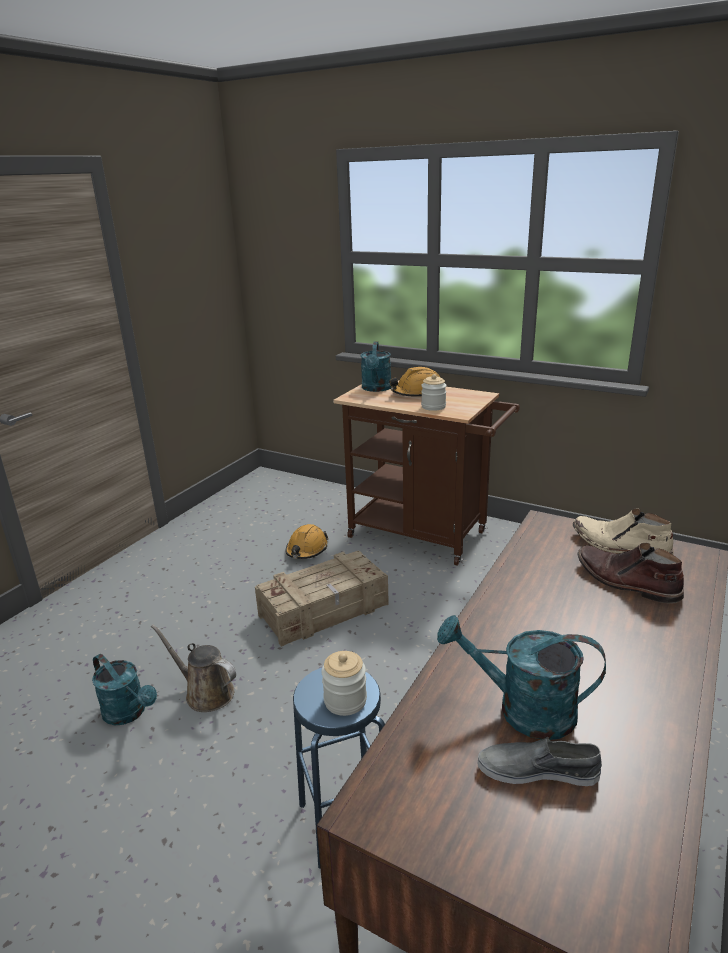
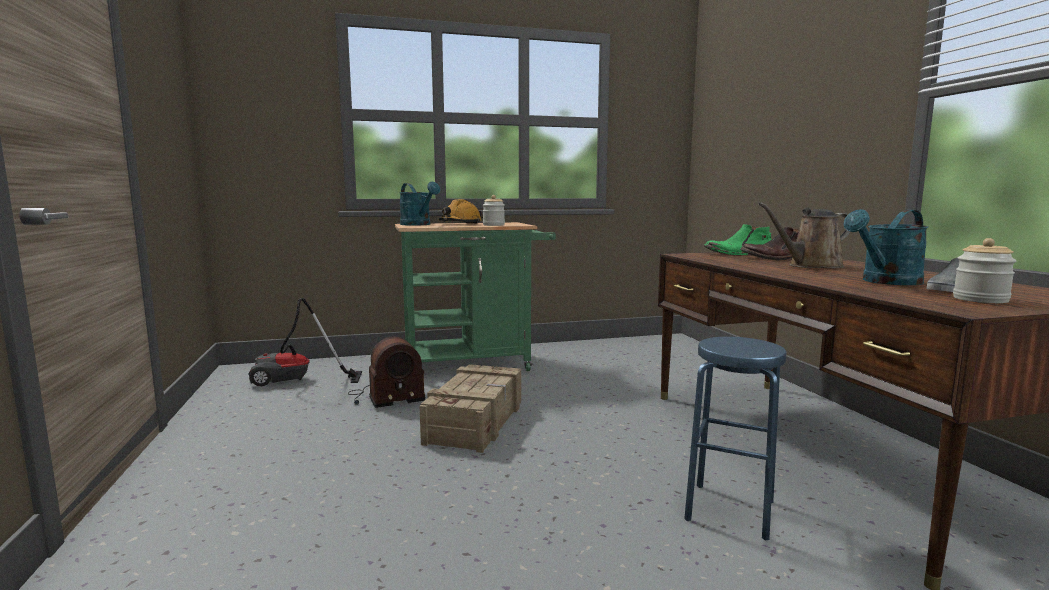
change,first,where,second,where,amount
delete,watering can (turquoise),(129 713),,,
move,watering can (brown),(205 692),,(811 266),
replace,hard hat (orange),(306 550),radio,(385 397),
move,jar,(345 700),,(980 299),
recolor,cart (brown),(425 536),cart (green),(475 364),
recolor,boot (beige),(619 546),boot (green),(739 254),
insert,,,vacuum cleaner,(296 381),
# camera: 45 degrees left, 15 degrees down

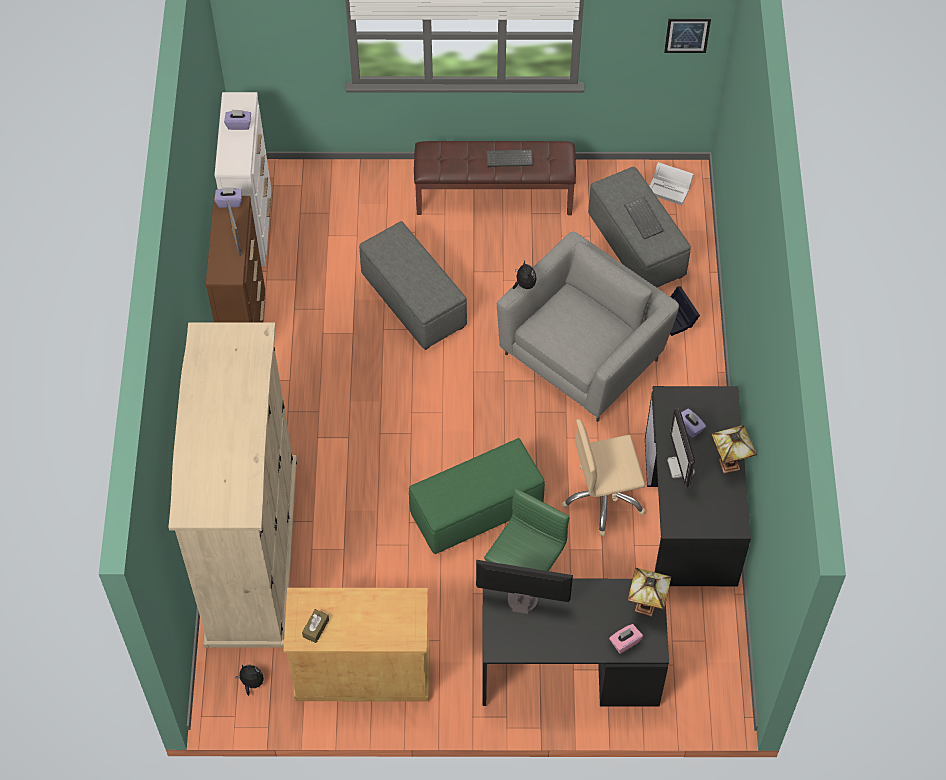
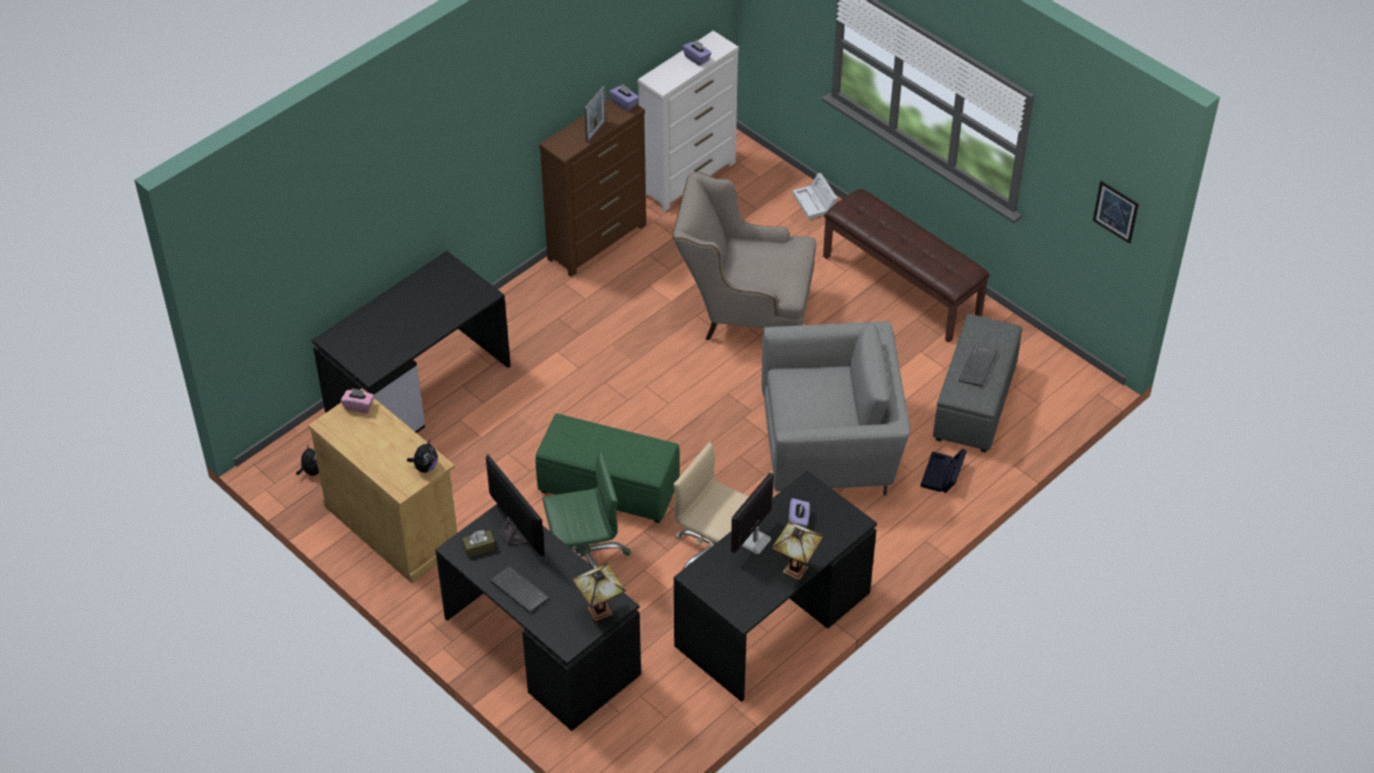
change,first,where,second,where,amount
replace,wardrobe (beige),(251 550),desk (black),(418 387),
move,tissue box (brown),(316 628),,(479 547),
replace,ottoman (grey),(413 300),armchair (beige),(744 312),
move,keyboard,(509 160),,(518 590),
move,plush toy,(524 284),,(425 467),
move,tissue box (pink),(625 642),,(359 406),
move,storage box (white),(670 188),,(815 203),
# camera: 45 degrees right, 10 degrees down

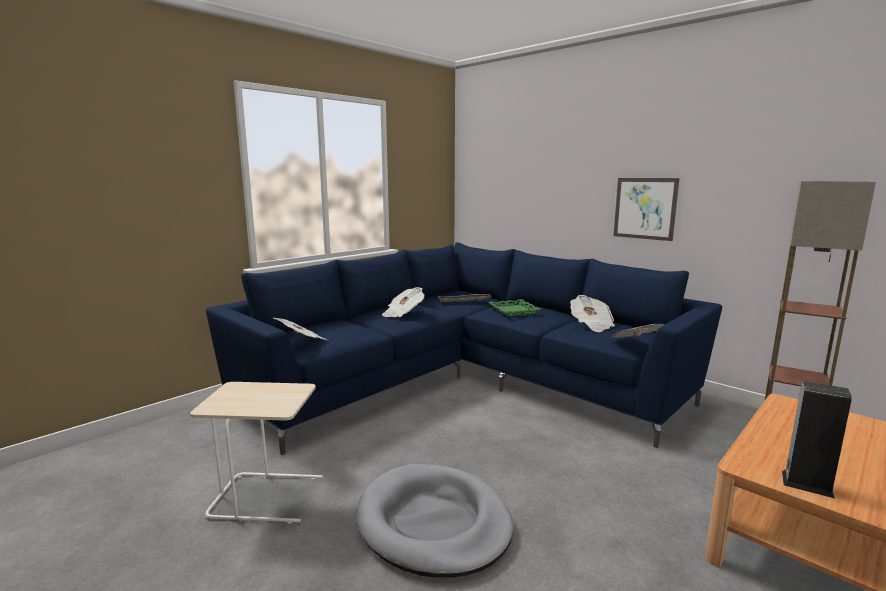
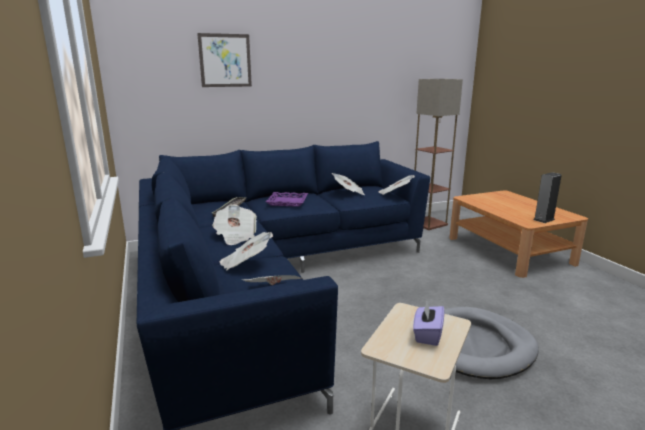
change,first,where,second,where,amount
recolor,tray (green),(514 311),tray (purple),(287 202),
move,picture,(645 208),,(225 60),
insert,,,newspaper,(245 264),
insert,,,tissue box (purple),(427 335),
# camera: 65 degrees left, 5 degrees up

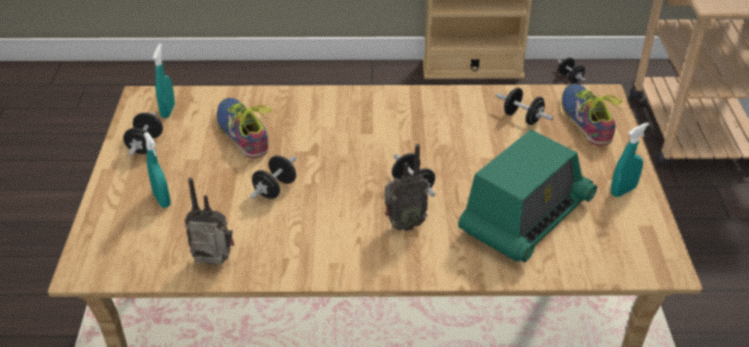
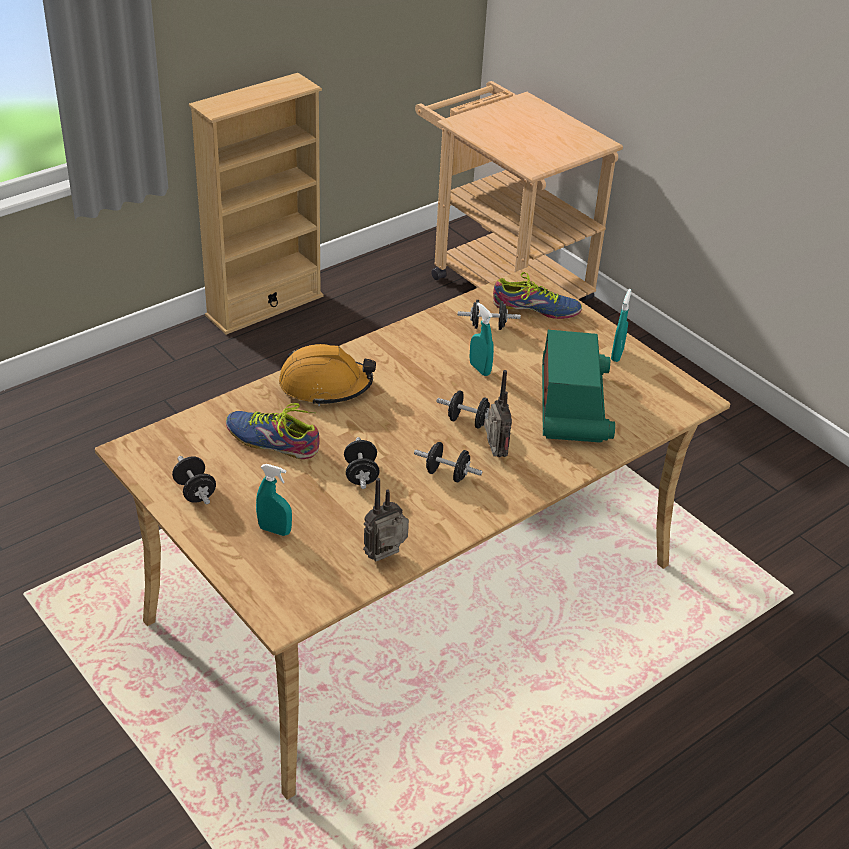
change,first,where,second,where,amount
move,spray bottle (turquoise),(168 111),,(479 369),
rotate,radio,(403 225),,(494 454),45 degrees counterclockwise
move,dumbbell (black),(570 78),,(447 474),
rotate,shoe,(585 120),,(535 308),150 degrees clockwise
insert,,,hard hat (orange),(325 385),
# camera: 40 degrees left, 0 degrees up

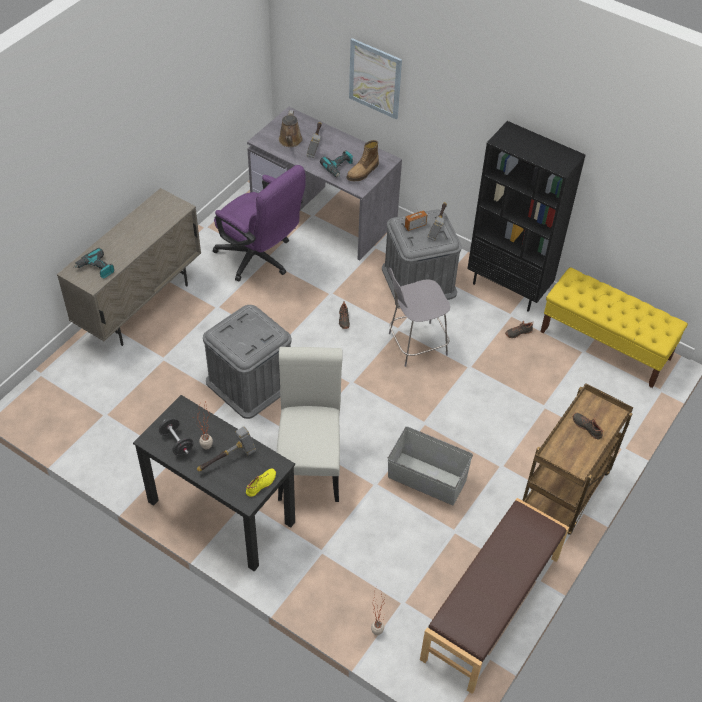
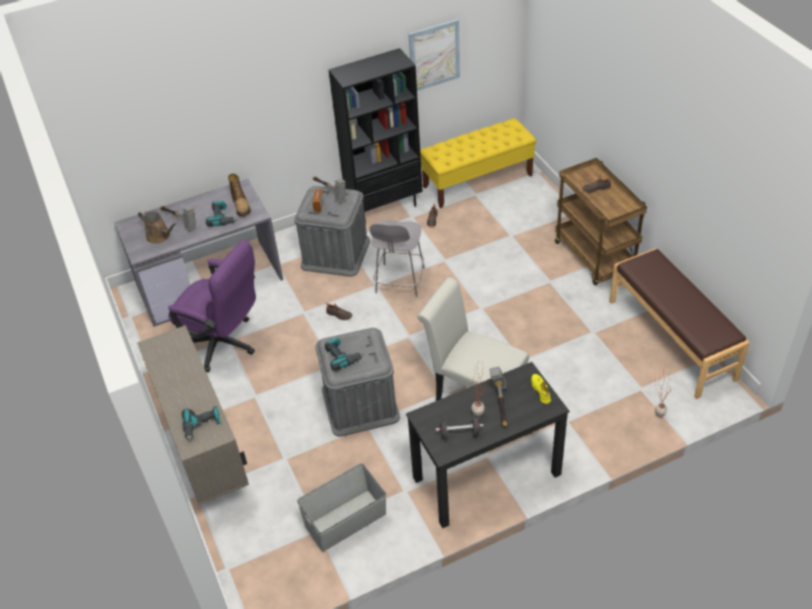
change,first,where,second,where,amount
rotate,office chair (purple),(260 259),,(224 344),45 degrees clockwise
move,picture,(375 78),,(434 55),
move,storage box (grey),(427 479),,(346 520),
insert,,,power drill,(342 357),
# camera: 55 degrees left, 5 degrees down

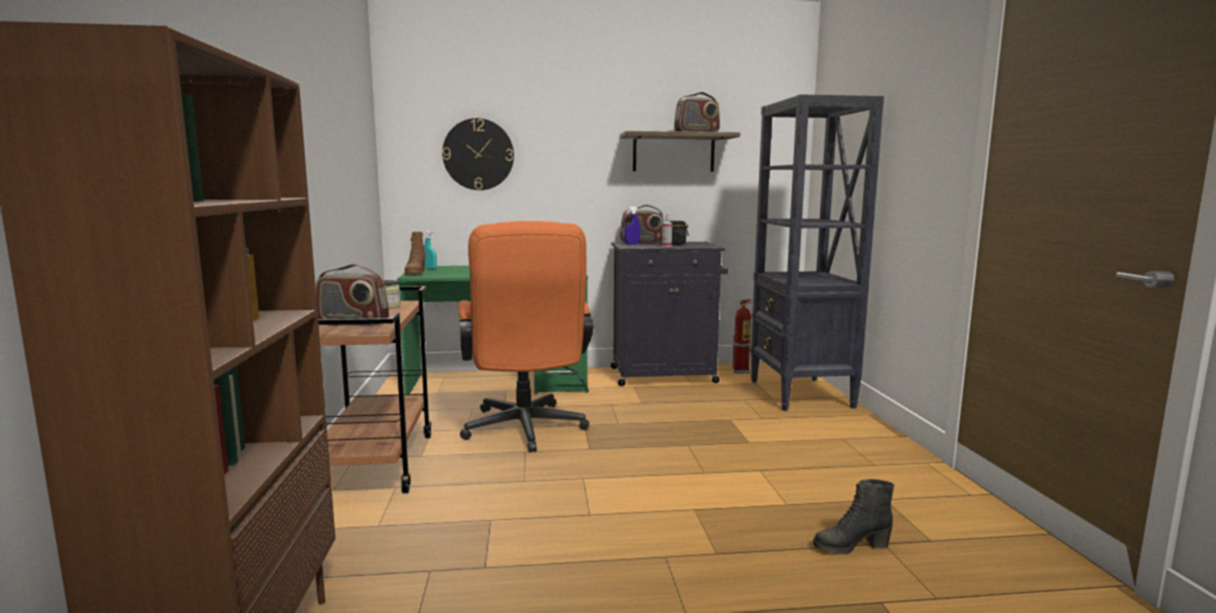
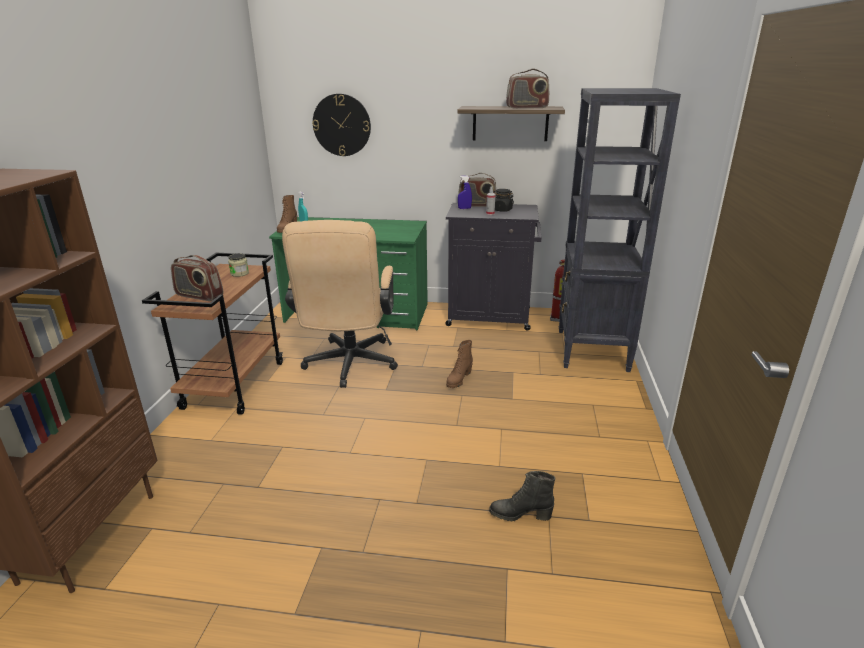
change,first,where,second,where,amount
recolor,office chair (orange),(525 432),office chair (beige),(349 366),
insert,,,boot (brown),(458 380),
# camera: 15 degrees right, 15 degrees up

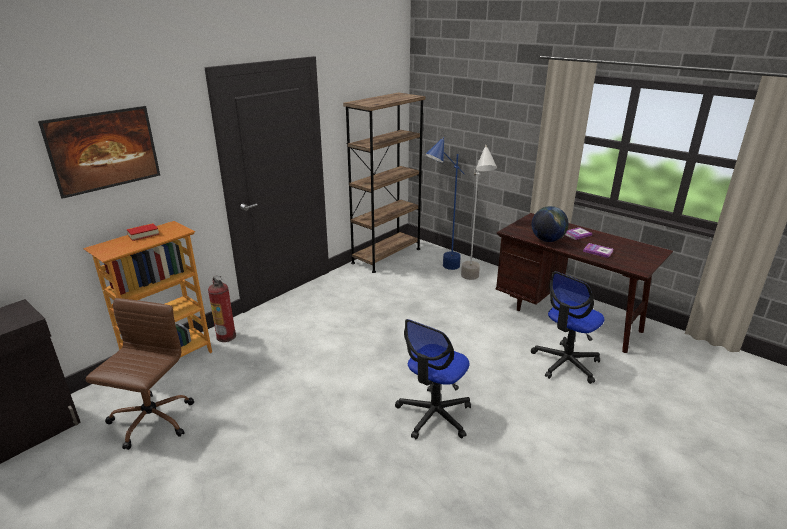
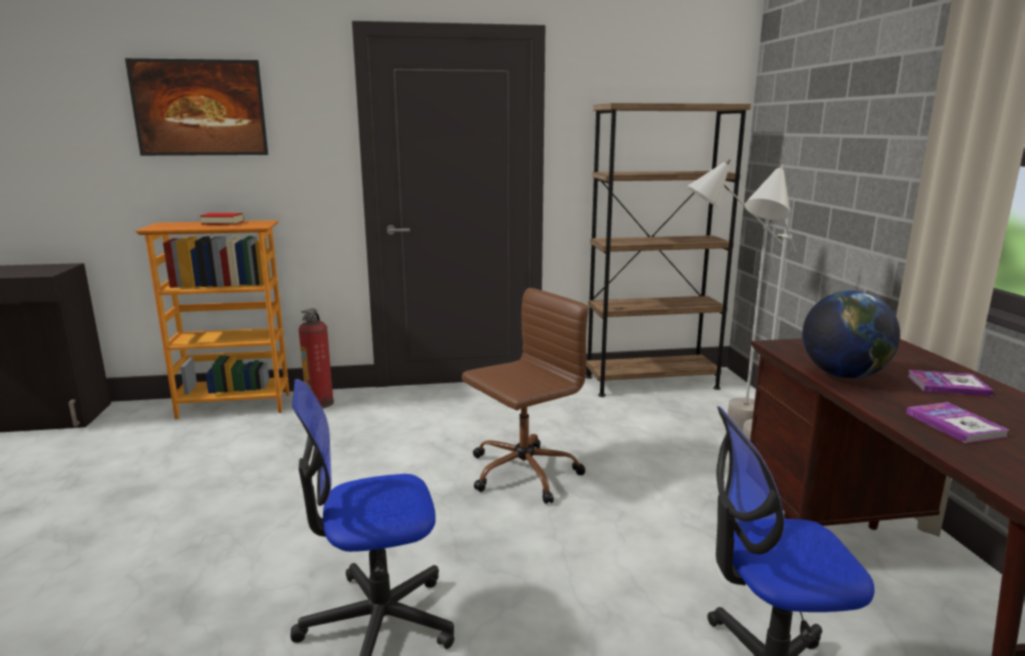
change,first,where,second,where,amount
move,office chair (brown),(151 421),,(522 473),
recolor,floor lamp (blue),(441 270),floor lamp (grey),(716 426),
# camera: 40 degrees right, 10 degrees down

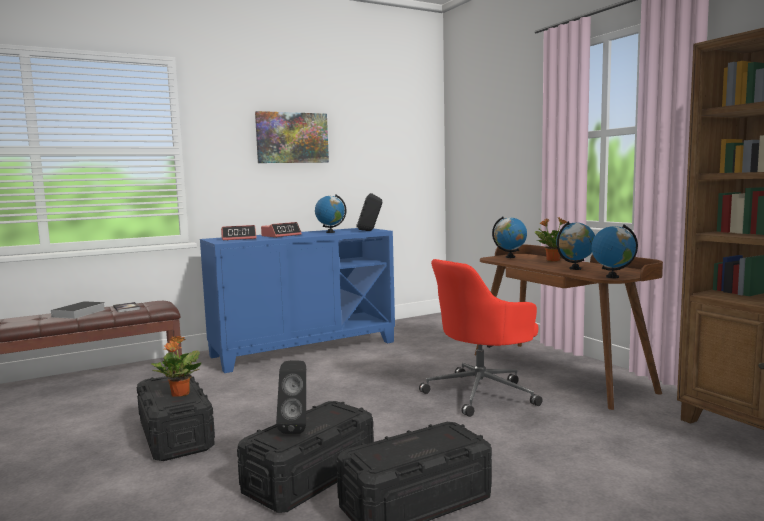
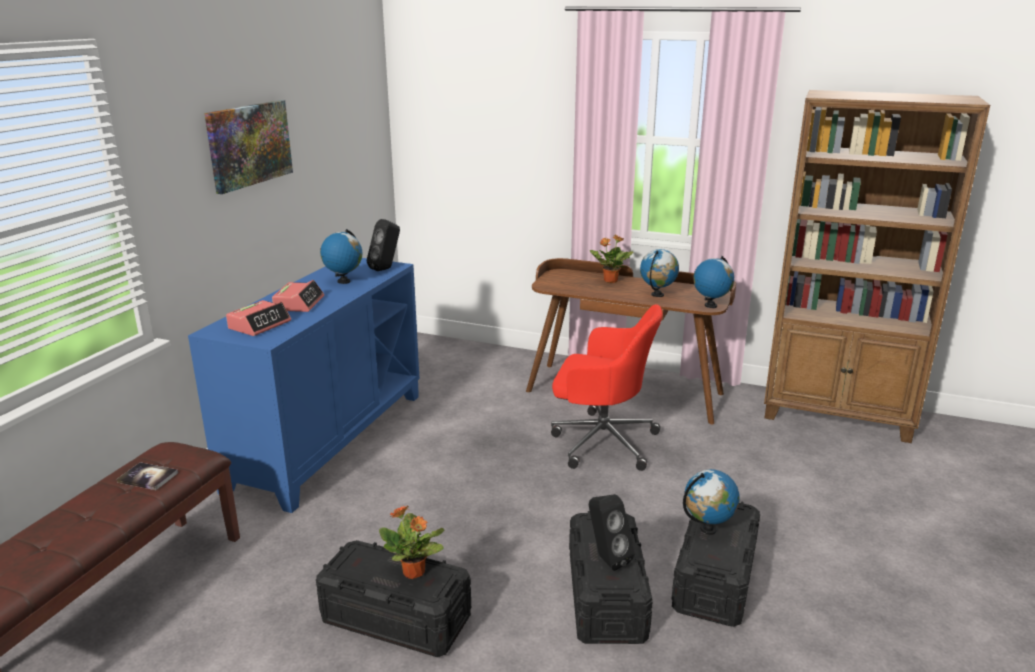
change,first,where,second,where,amount
delete,book,(78 313),,,
rotate,office chair (red),(482 393),,(601 441),90 degrees counterclockwise
move,globe,(510 257),,(708 529),
# camera: 40 degrees left, 15 degrees up

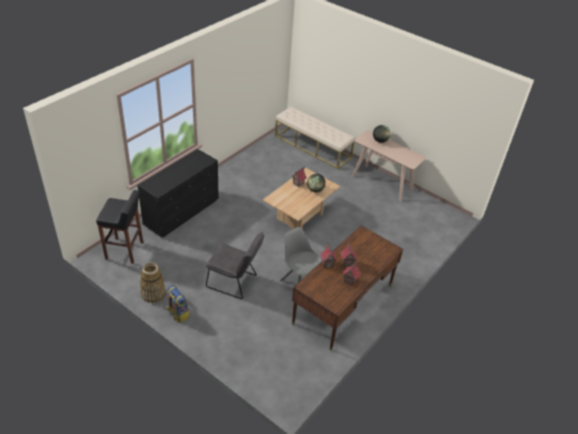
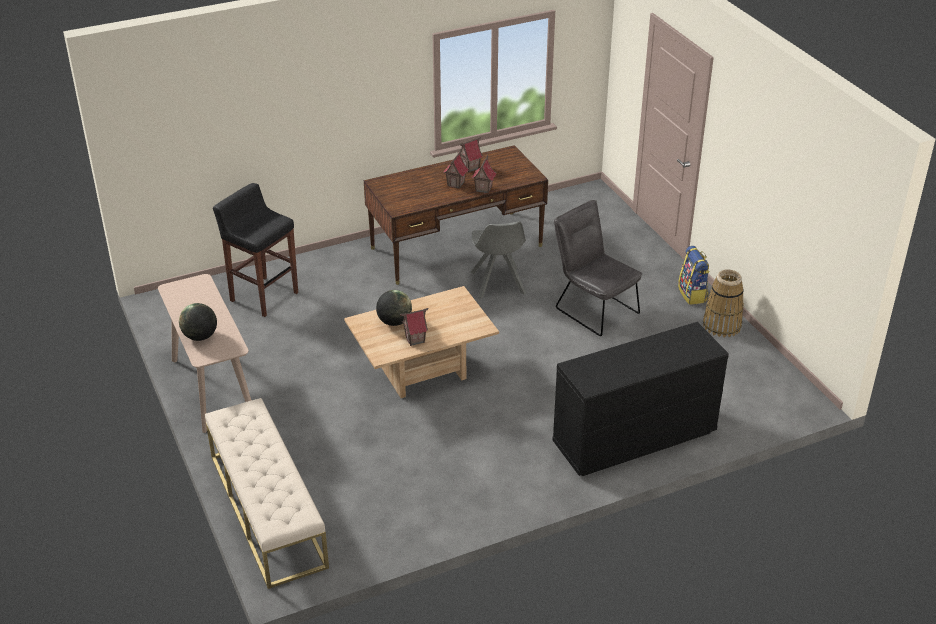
change,first,where,second,where,amount
move,stool (black),(125 251),,(263 296),
# camera: 150 degrees left, 5 degrees down

